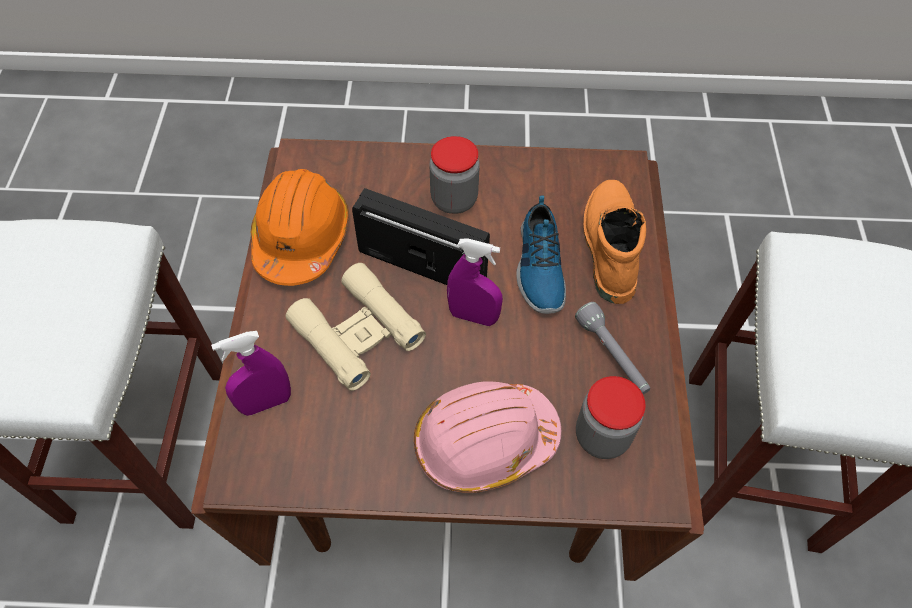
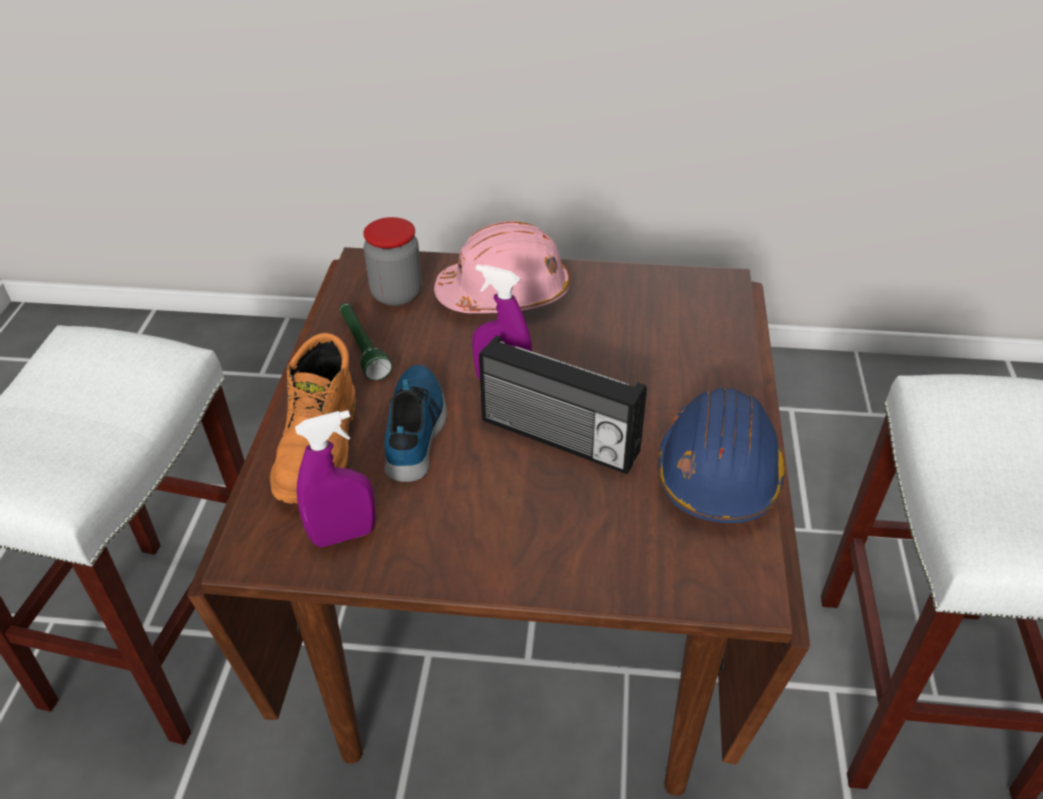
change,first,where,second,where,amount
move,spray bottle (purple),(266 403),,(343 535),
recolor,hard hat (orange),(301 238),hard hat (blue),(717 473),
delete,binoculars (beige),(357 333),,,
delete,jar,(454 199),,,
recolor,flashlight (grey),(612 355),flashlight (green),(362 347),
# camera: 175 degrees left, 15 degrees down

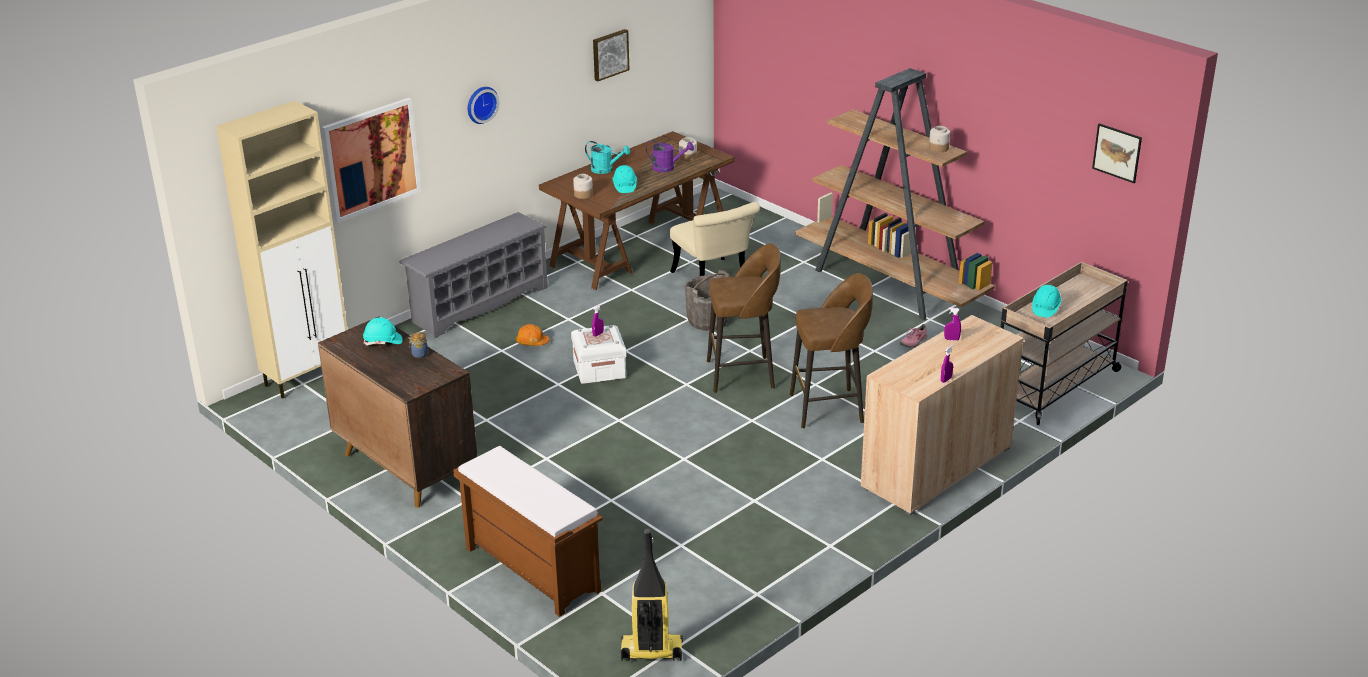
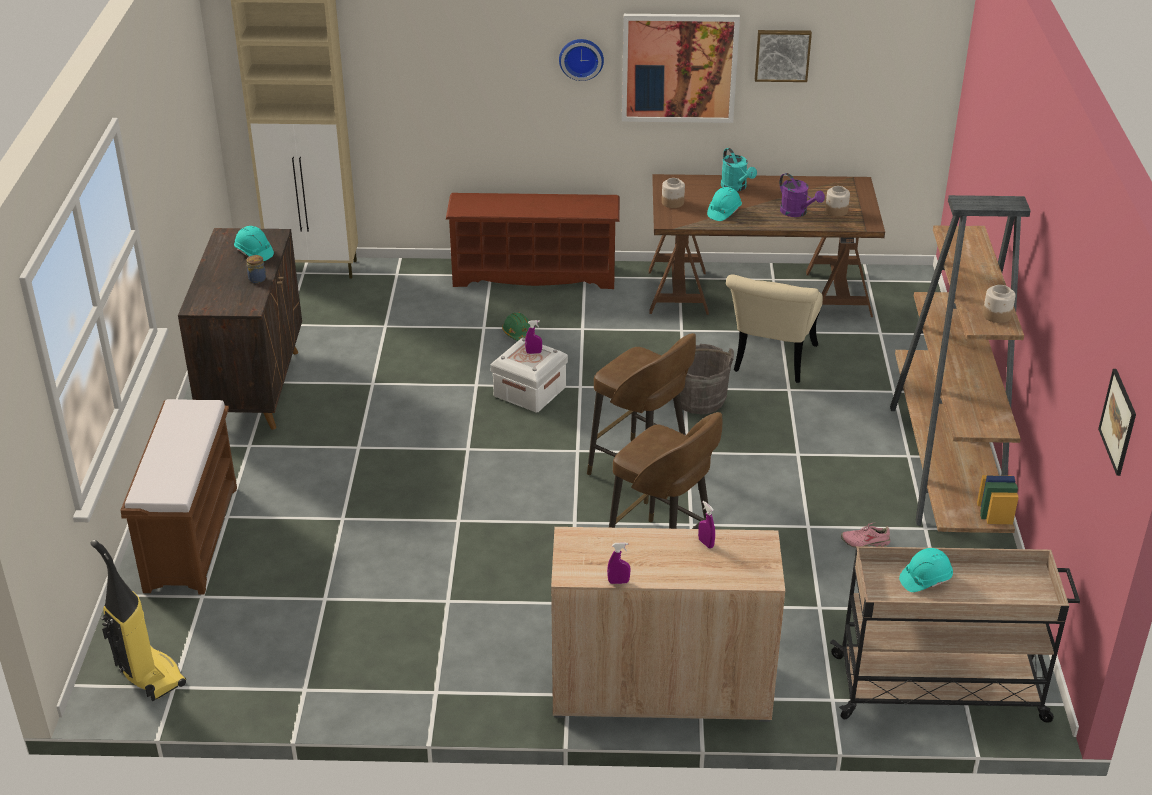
change,first,where,second,where,amount
move,picture,(371 159),,(679 68),
recolor,shoe rack (grey),(479 304),shoe rack (brown),(535 274),
recolor,hard hat (orange),(532 342),hard hat (green),(518 333),
# camera: 45 degrees right, 5 degrees up

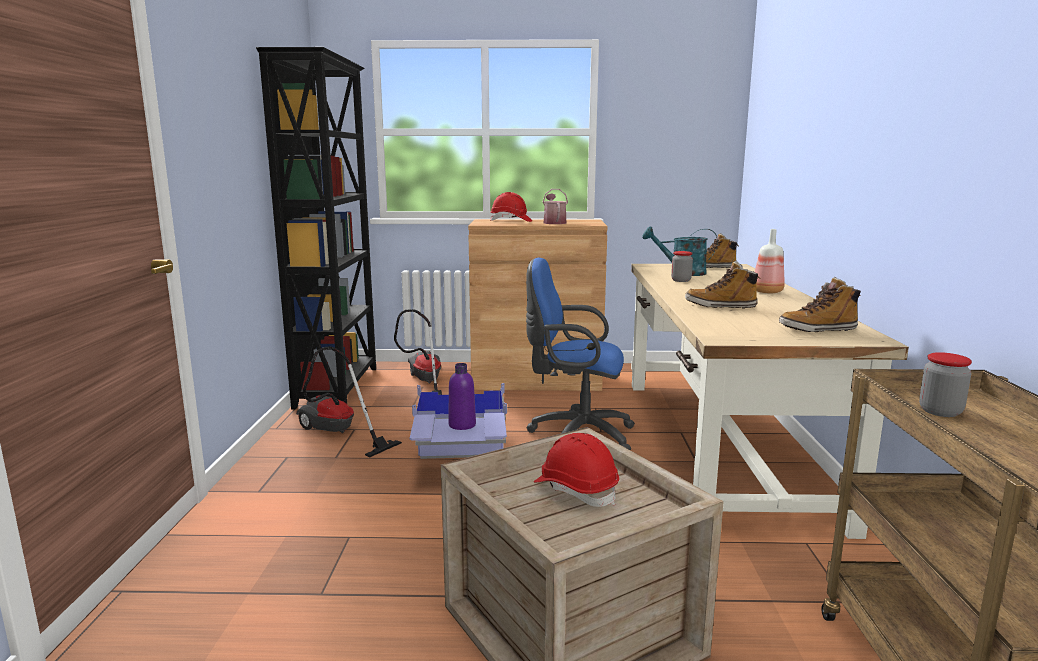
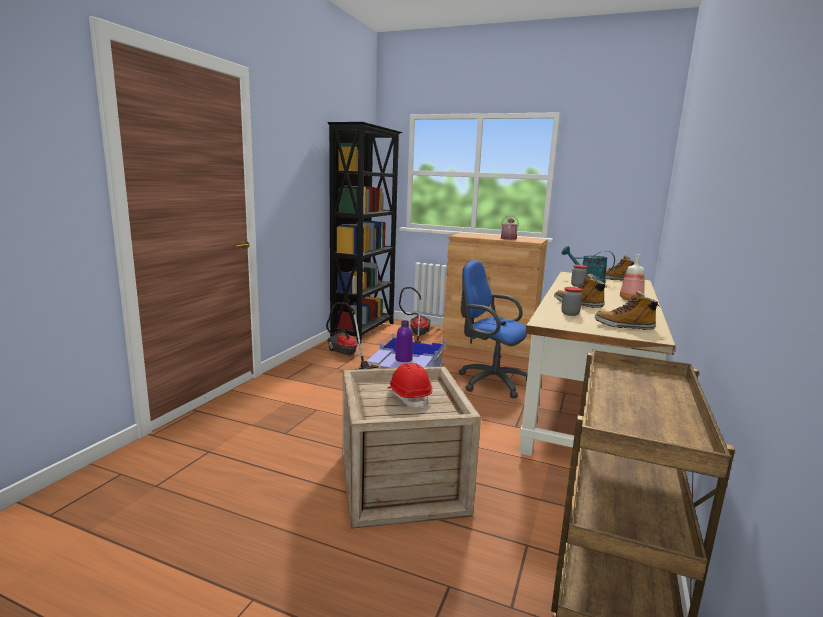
change,first,where,second,where,amount
delete,hard hat (red),(511 221),,,
move,jar,(940 411),,(570 314),
# camera: 20 degrees right, 0 degrees up

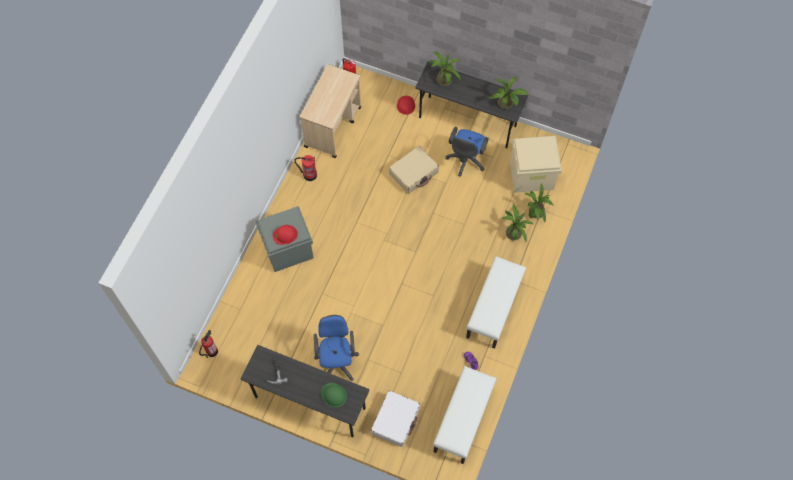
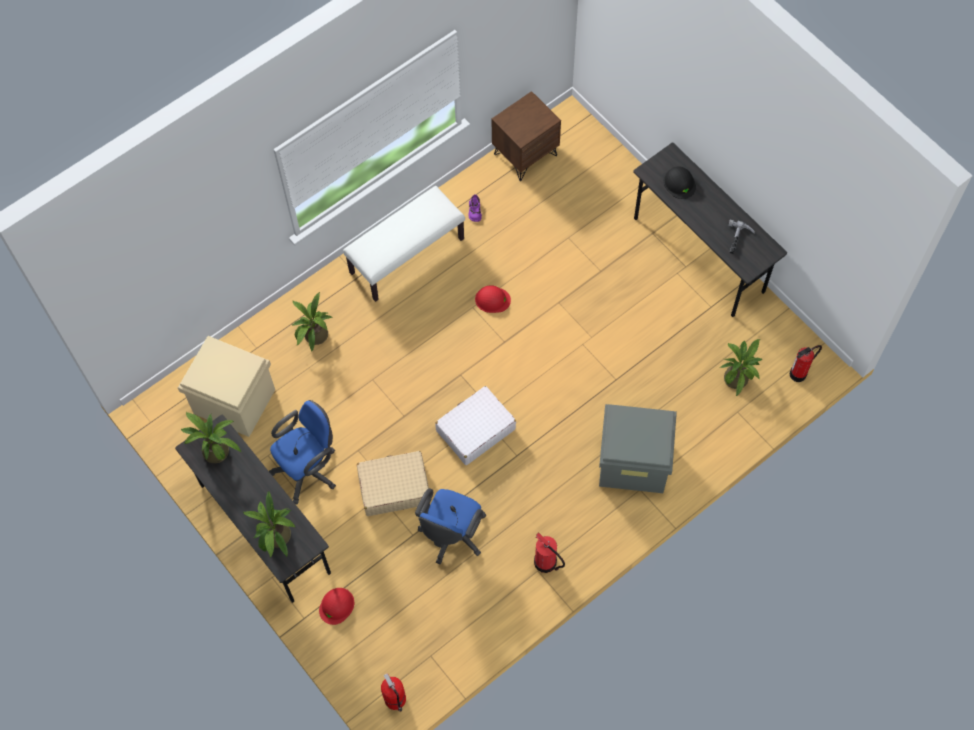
change,first,where,second,where,amount
move,hard hat (red),(285 235),,(492 299),
delete,cart (beige),(333 126),,,
move,office chair (blue),(337 360),,(451 536),
recolor,hard hat (green),(334 395),hard hat (black),(679 183),
move,suitcase (white),(395 420),,(475 430),
replace,bench (white),(463 420),nightstand (brown),(525 154),
move,potted plant,(535 214),,(738 377),
# camera: 150 degrees left, 0 degrees up

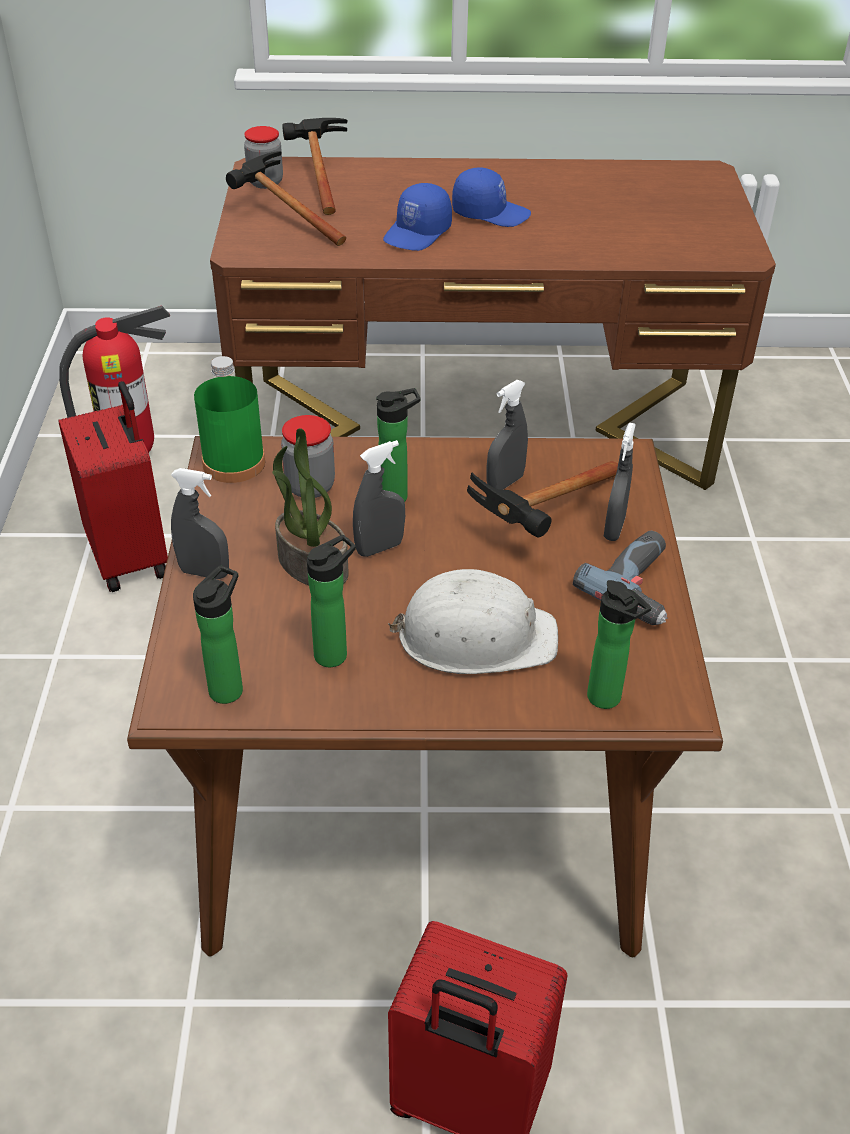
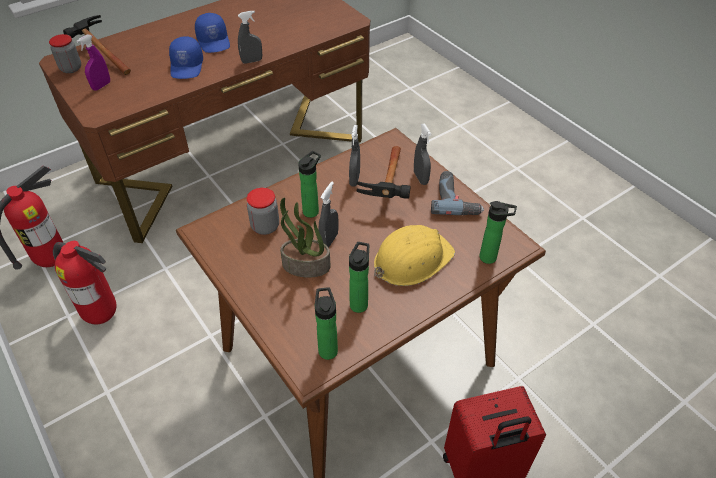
change,first,where,second,where,amount
replace,suitcase (red),(131 557),fire extinguisher,(103 315),
move,spray bottle (grey),(204 572),,(252 61),
delete,bottle (green),(234 463),,,
replace,hammer,(281 218),spray bottle (purple),(101 86),
recolor,hard hat (white),(475 636),hard hat (yellow),(412 259),
rotate,cap (blue),(490 213),,(214 41),90 degrees clockwise
# camera: 35 degrees left, 5 degrees up

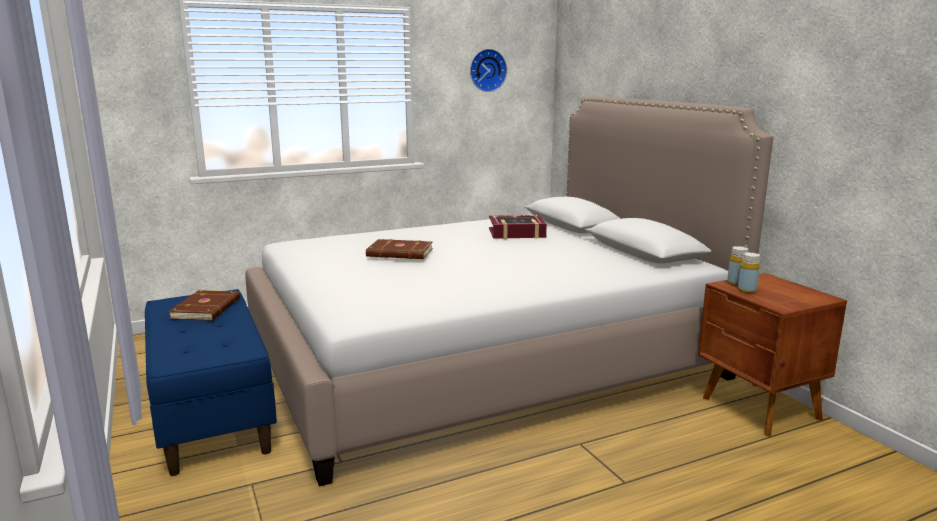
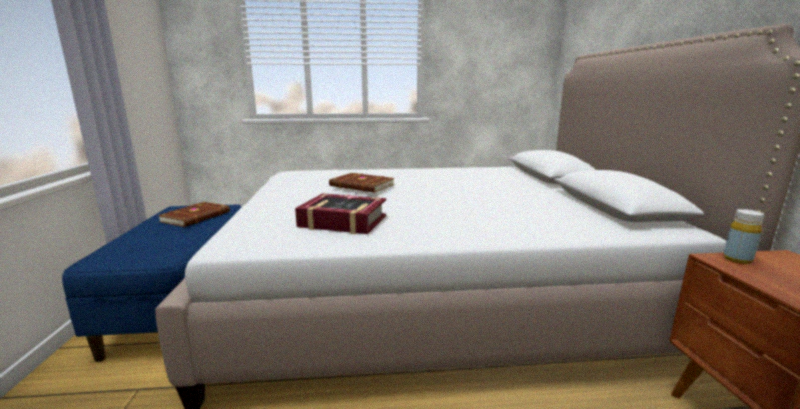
change,first,where,second,where,amount
delete,wall clock,(487 70),,,
move,book,(517 233),,(342 222),
delete,bottle (yellow),(747 291),,,
# camera: 20 degrees right, 0 degrees up

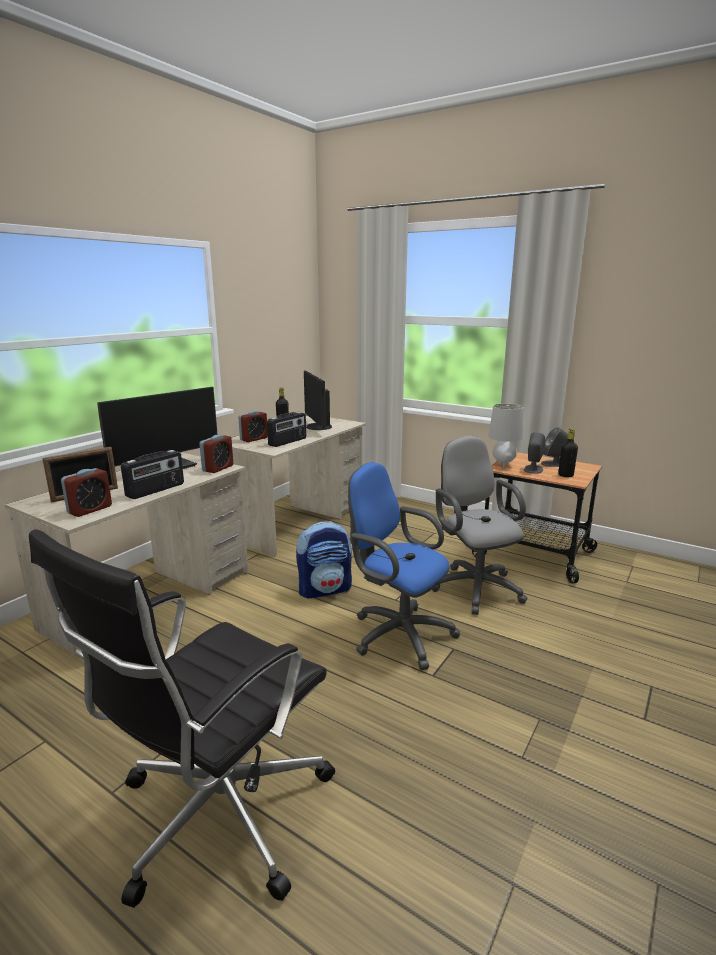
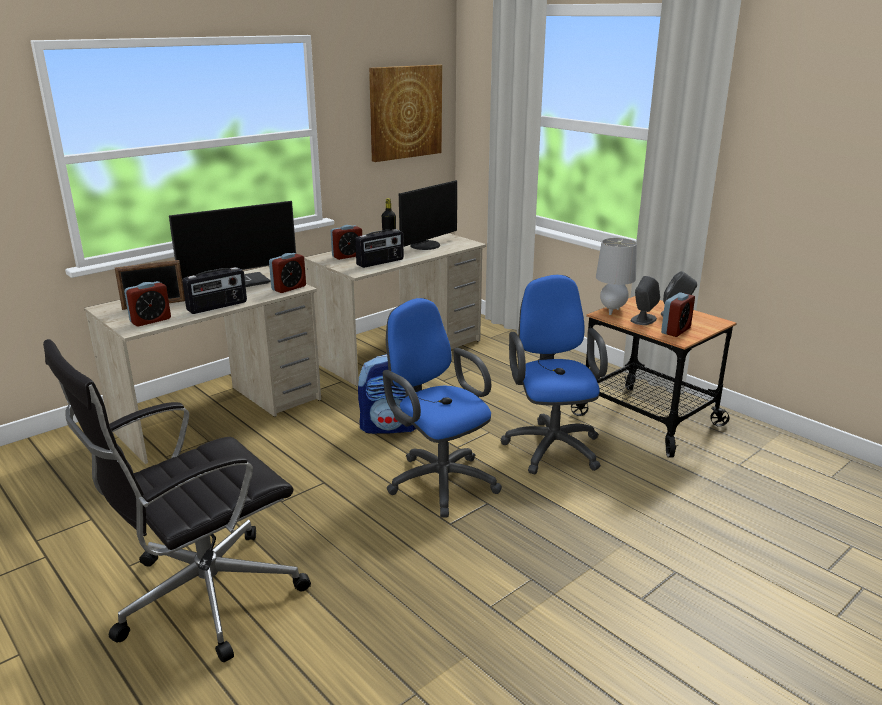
change,first,where,second,where,amount
rotate,monitor,(317 427),,(426 246),135 degrees counterclockwise
recolor,office chair (grey),(474 586),office chair (blue),(551 445),
replace,bottle (black),(565 475),alarm clock,(675 330),
insert,,,picture,(405 112),
# camera: 15 degrees right, 5 degrees up

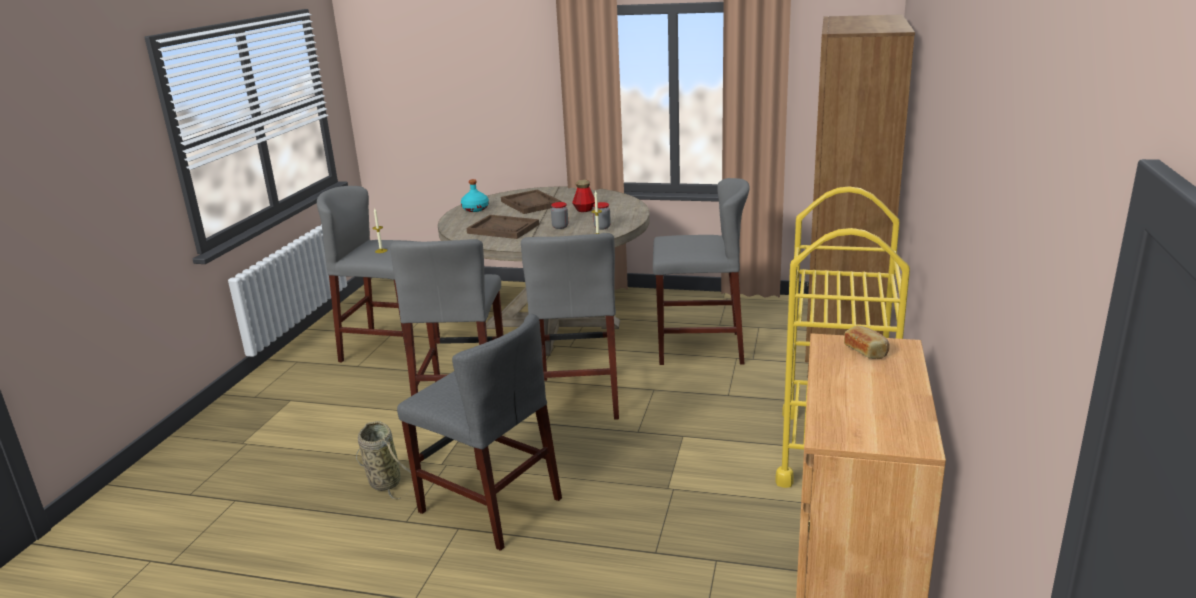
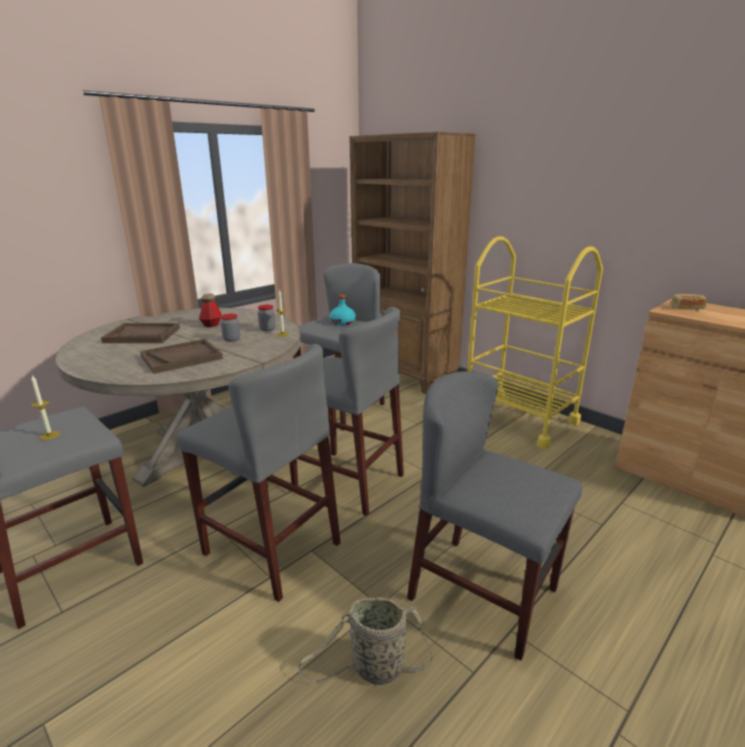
change,first,where,second,where,amount
rotate,chair (grey),(489 505),,(483 593),120 degrees counterclockwise
move,bottle (turquoise),(475 209),,(343 323),
# camera: 60 degrees left, 0 degrees up

